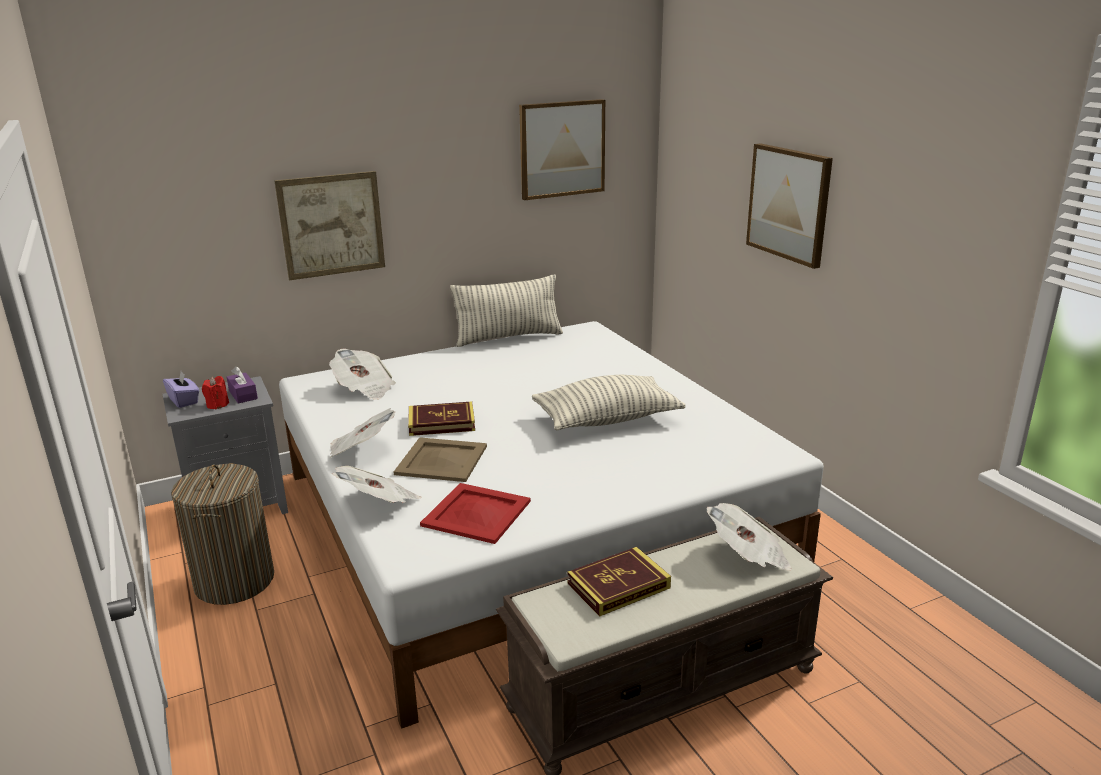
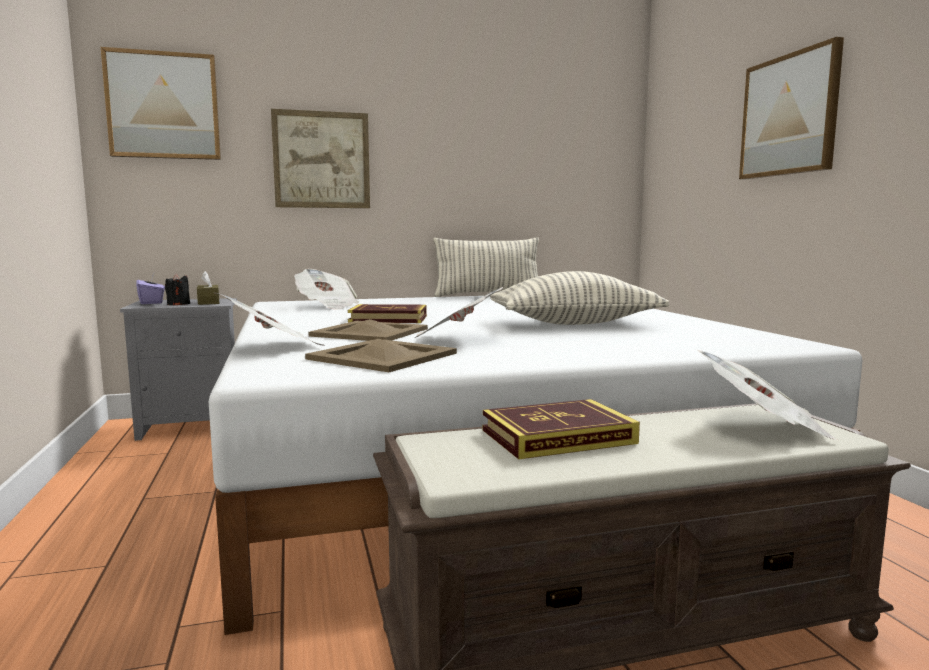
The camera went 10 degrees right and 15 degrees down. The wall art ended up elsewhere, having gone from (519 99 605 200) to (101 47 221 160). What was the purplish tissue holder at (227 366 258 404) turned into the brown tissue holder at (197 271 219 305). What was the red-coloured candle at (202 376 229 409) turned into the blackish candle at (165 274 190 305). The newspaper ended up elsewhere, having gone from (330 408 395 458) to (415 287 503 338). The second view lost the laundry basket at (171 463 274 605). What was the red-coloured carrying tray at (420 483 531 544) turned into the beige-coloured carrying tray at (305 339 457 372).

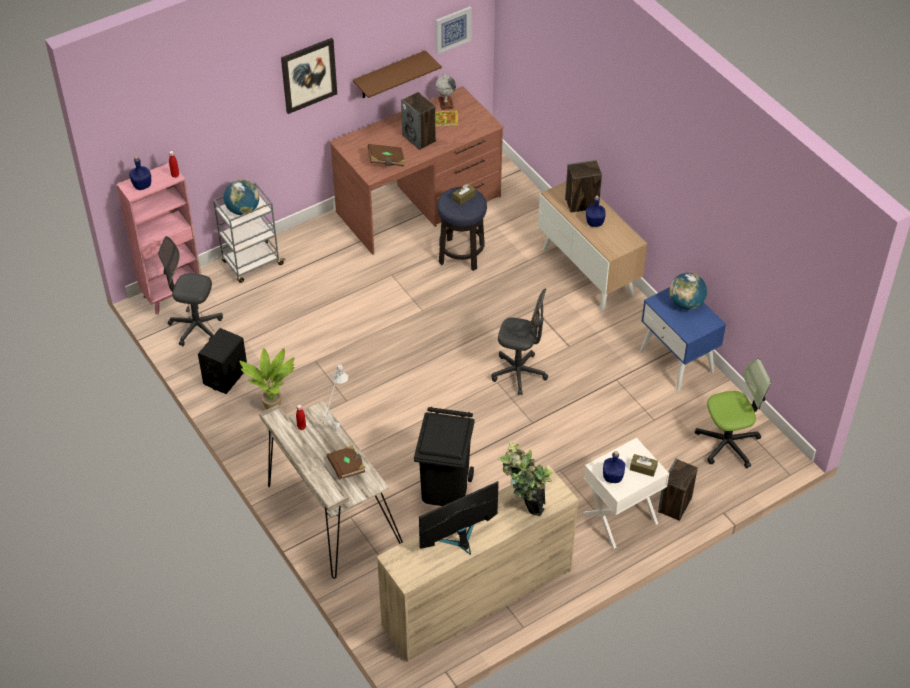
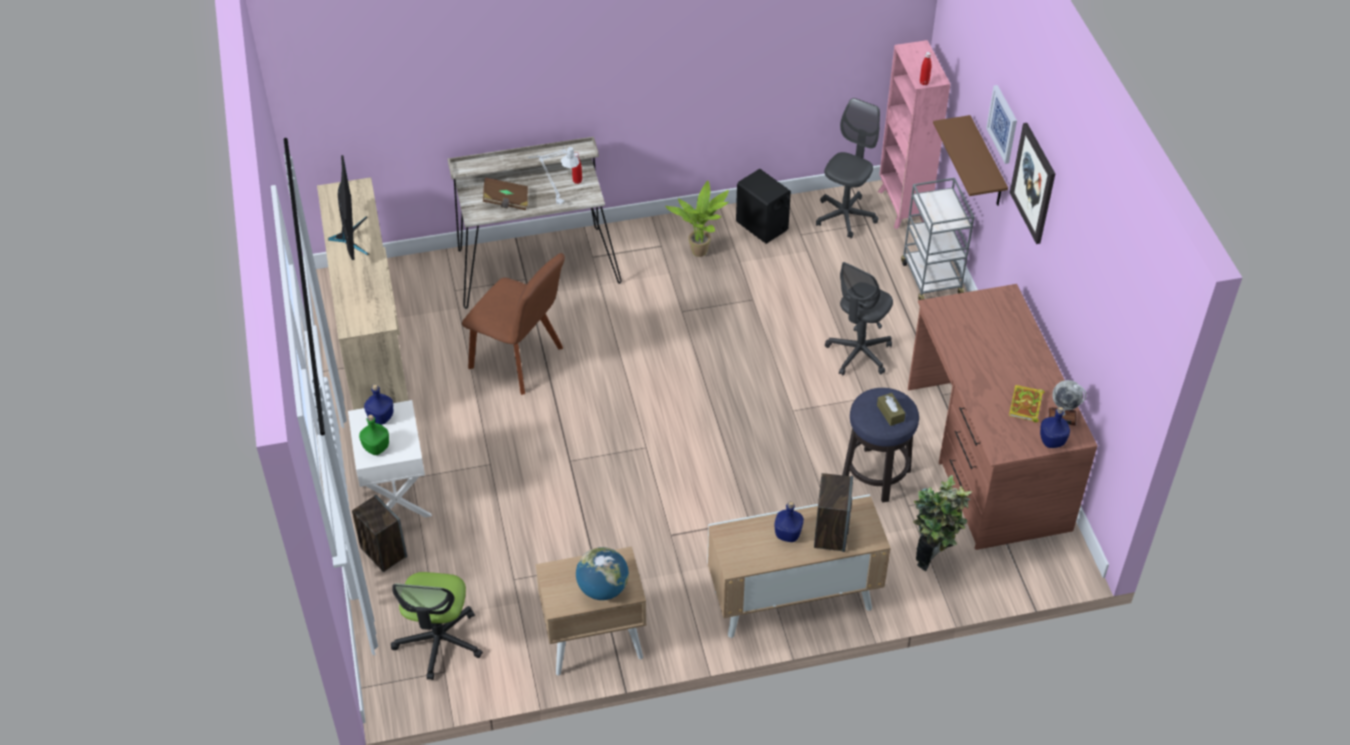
The camera went 110 degrees right and 0 degrees up. The wall art ended up elsewhere, having gone from (435 6 472 55) to (986 85 1017 164). The brown wall shelf ended up elsewhere, having gone from (353 50 442 98) to (933 115 1008 206). The second view lost the audio speaker at (401 92 436 150). The second view lost the brown bound book at (367 144 406 166). The blue bottle ended up elsewhere, having gone from (129 156 151 190) to (1040 407 1070 448). The second view lost the world globe at (224 180 259 215). What was the blue nightstand at (640 287 726 391) turned into the beige-coloured nightstand at (535 547 647 676). The gray desk chair ended up elsewhere, having gone from (492 289 548 395) to (825 262 893 376). Where the blackish trash can stood at (414 407 475 506), the brown plain chair came to stand at (462 253 565 395). The plant in a pot ended up elsewhere, having gone from (498 441 552 516) to (913 475 972 571). Where the brown tissue holder stood at (630 454 658 477), the green bottle came to stand at (359 414 389 455).

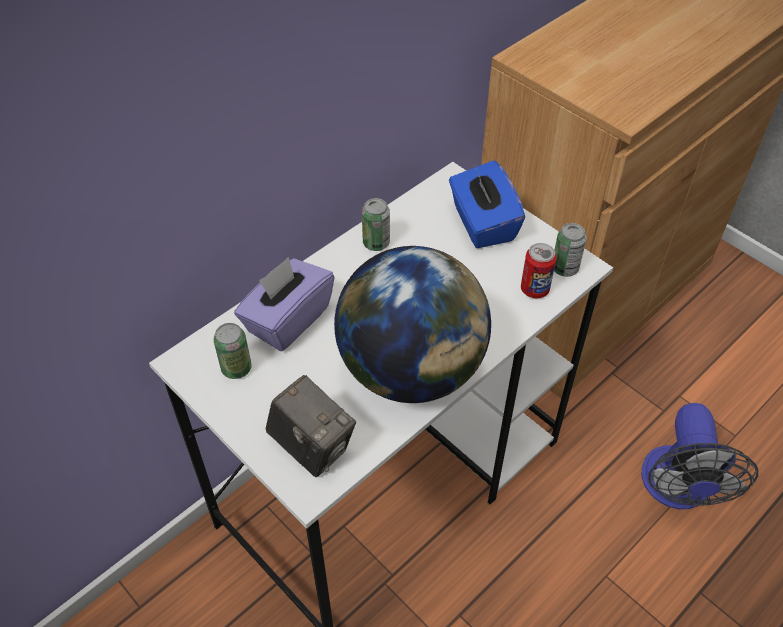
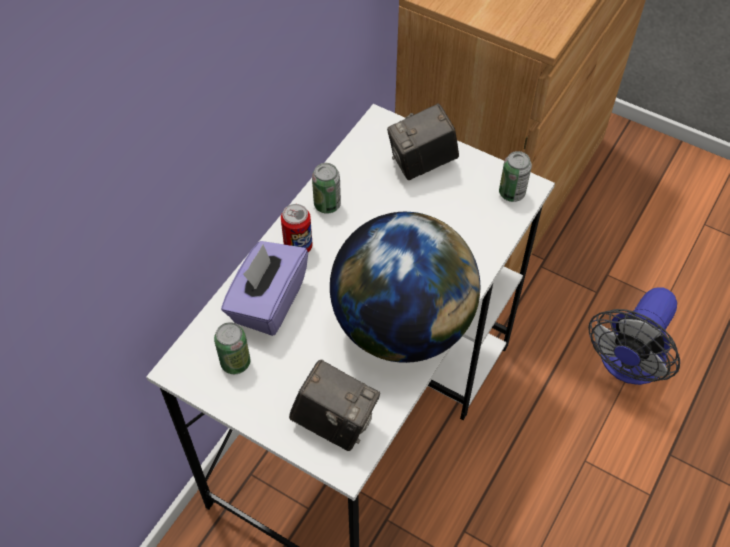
The camera went 15 degrees left and 5 degrees up. Where the blue tissue holder stood at (449 160 525 248), the still camera came to stand at (387 104 459 180). The can ended up elsewhere, having gone from (521 243 557 298) to (281 204 313 252). The fan at (641 403 758 509) ended up facing another way, 45 degrees clockwise from before.

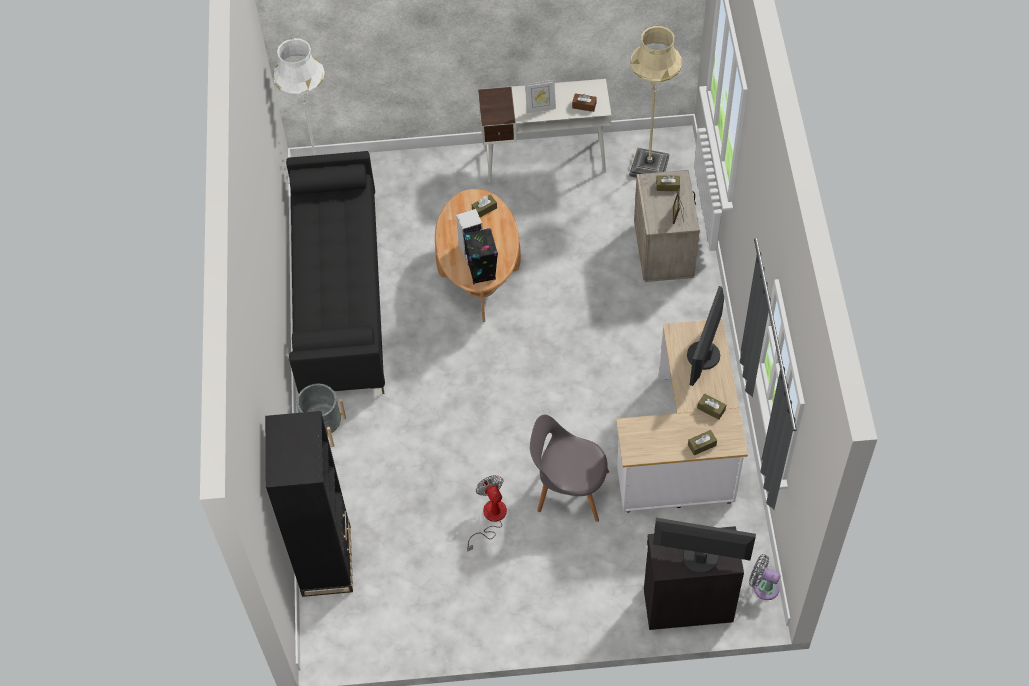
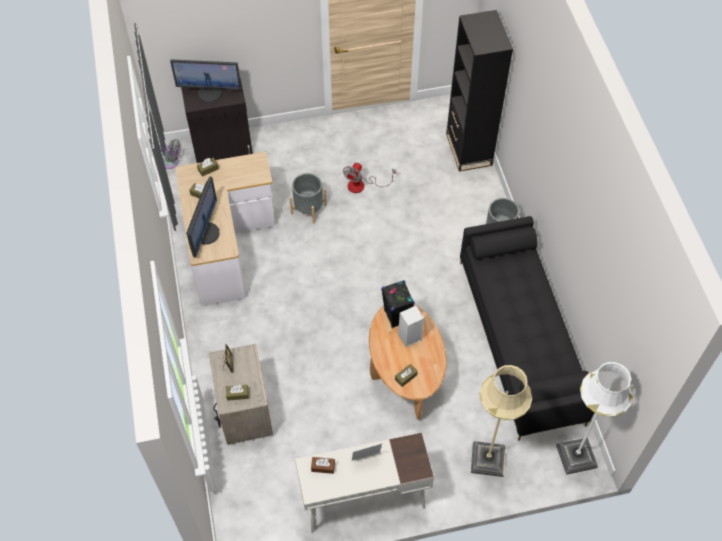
The camera went 170 degrees right and 0 degrees up. The beige-coloured standard lamp ended up elsewhere, having gone from (629 26 682 178) to (471 365 532 477). Where the gray plain chair stood at (530 415 609 522), the gray planter came to stand at (289 173 327 224). The fan at (467 475 507 552) ended up facing another way, 60 degrees clockwise from before.

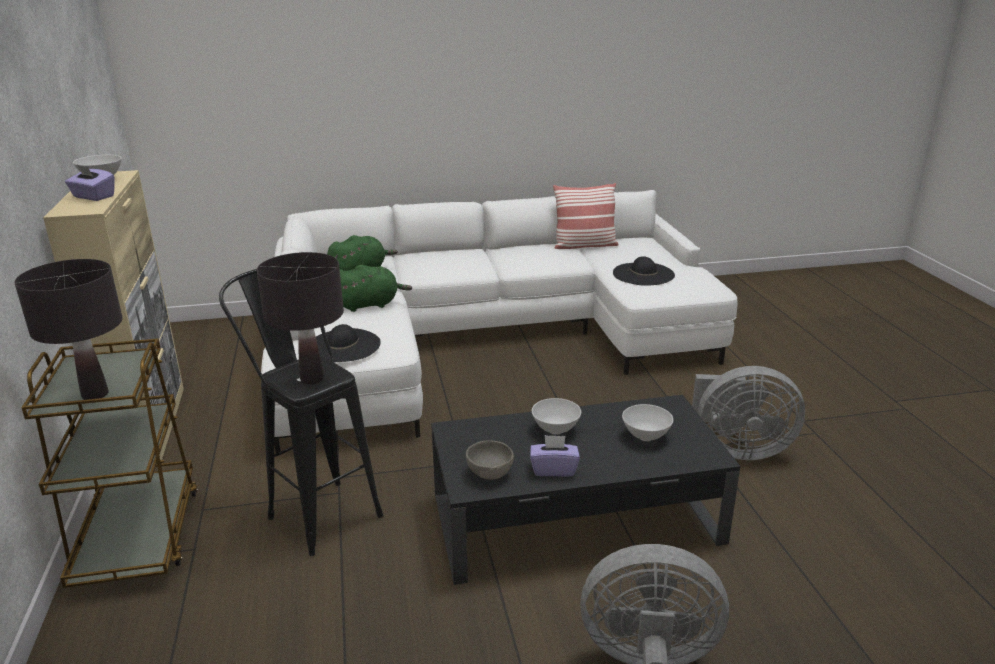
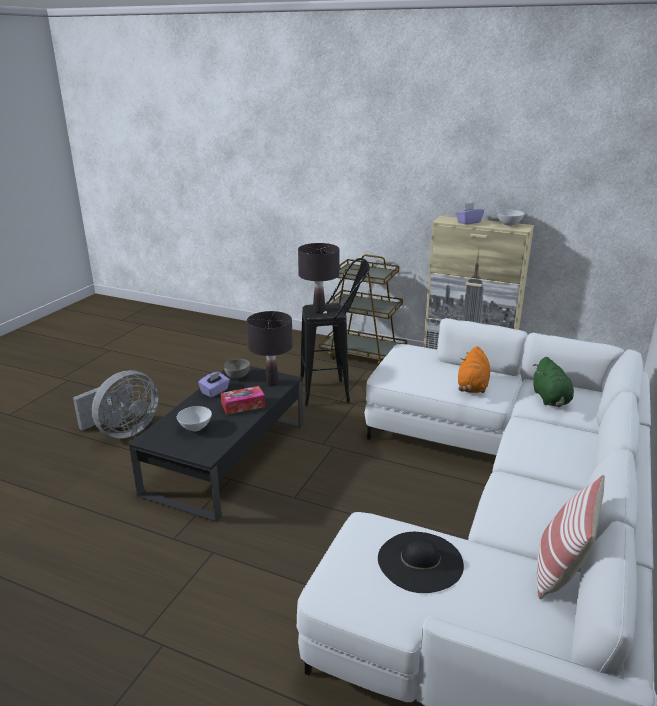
The camera went 125 degrees right and 0 degrees up. The blackish table lamp ended up elsewhere, having gone from (15 259 123 400) to (247 311 293 386). What was the green plush toy at (340 265 412 312) turned into the orange plush toy at (458 346 490 393). The second view lost the blackish wearable hat at (316 324 381 362). The second view lost the gray fan at (692 366 805 460). Where the white-coloured serving bowl stood at (532 398 581 435), the tissue holder came to stand at (221 386 265 415).

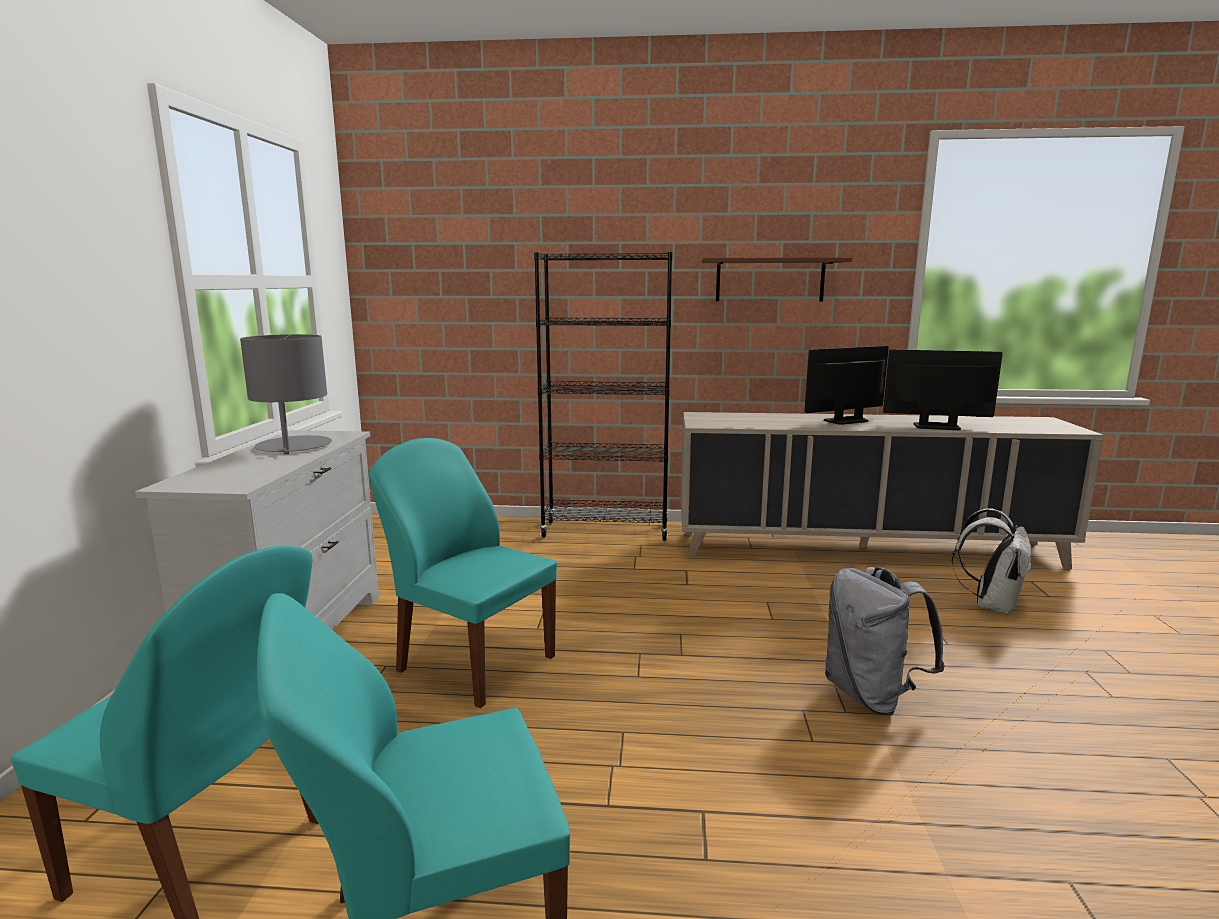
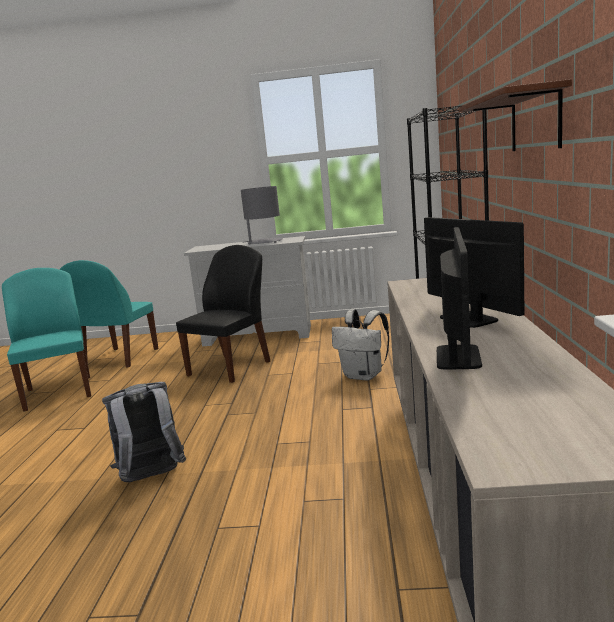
The camera went 90 degrees right and 0 degrees up. What was the blue-green plain chair at (369 438 557 708) turned into the blackish plain chair at (176 245 270 383). The white-coloured backpack ended up elsewhere, having gone from (952 508 1032 615) to (332 309 389 381).

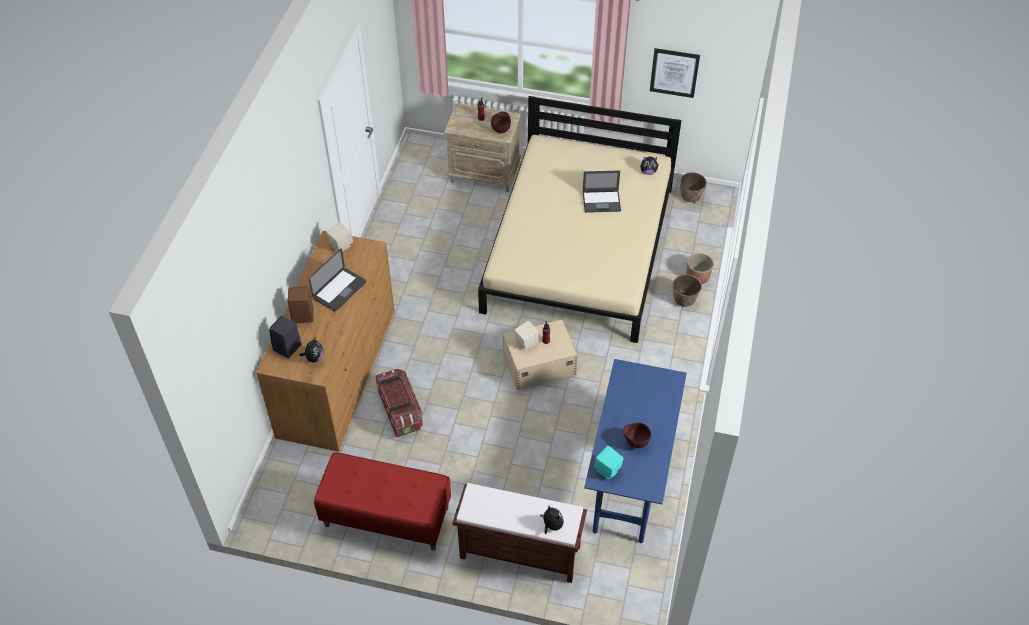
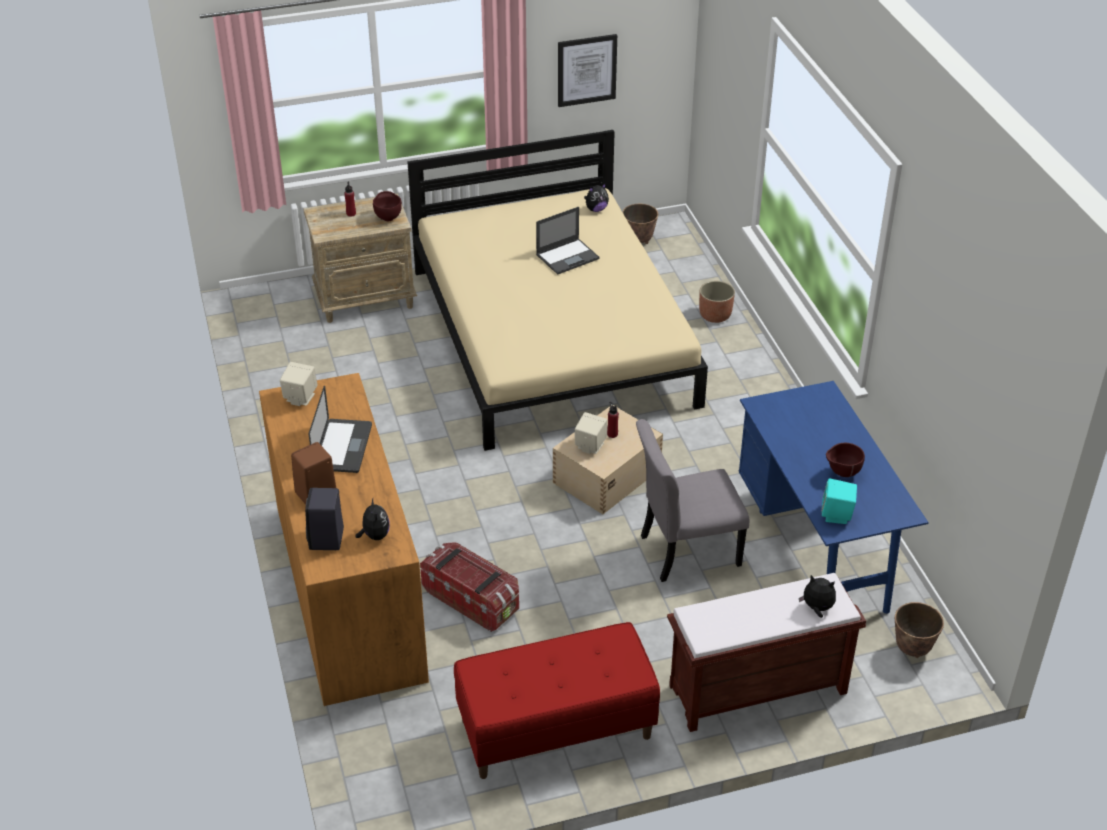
The camera went 30 degrees left and 10 degrees down. The planter ended up elsewhere, having gone from (673 274 702 307) to (895 602 944 658). The second view gained the gray plain chair at (636 419 749 582).

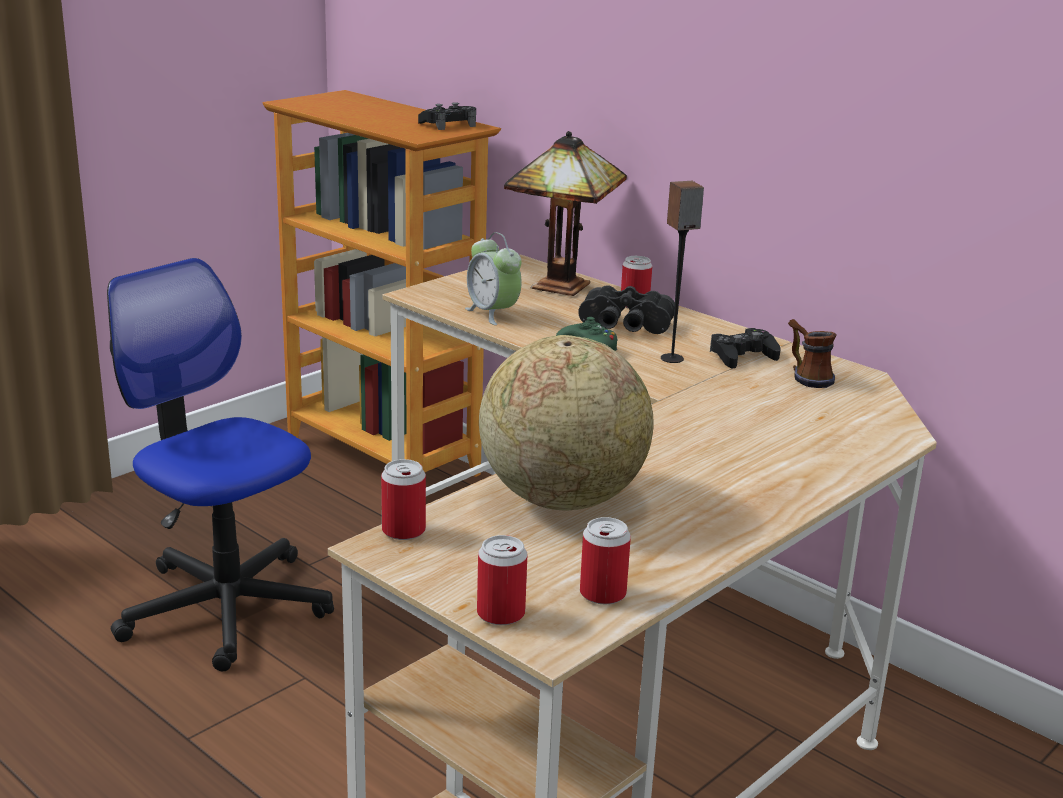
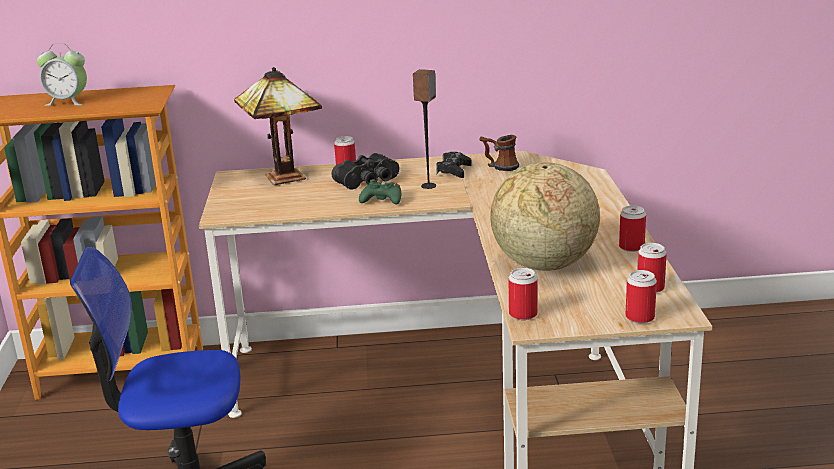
The camera went 45 degrees left and 0 degrees up. The second view lost the blackish game controller at (418 102 476 130). The alarm clock ended up elsewhere, having gone from (465 232 521 325) to (37 43 87 106). The second view gained the can at (619 206 646 252).

